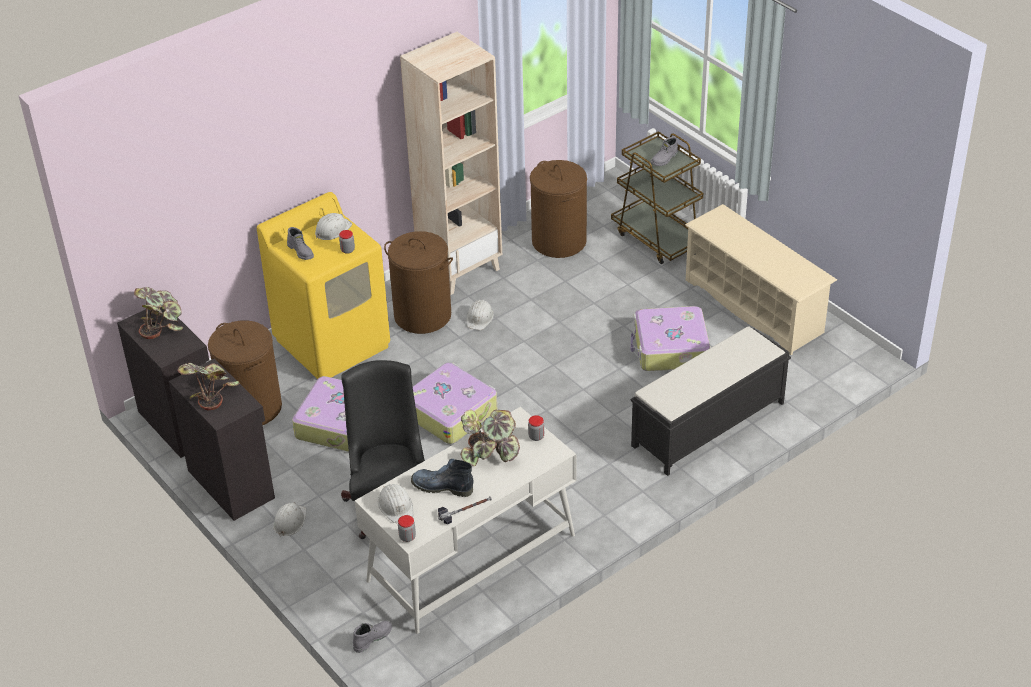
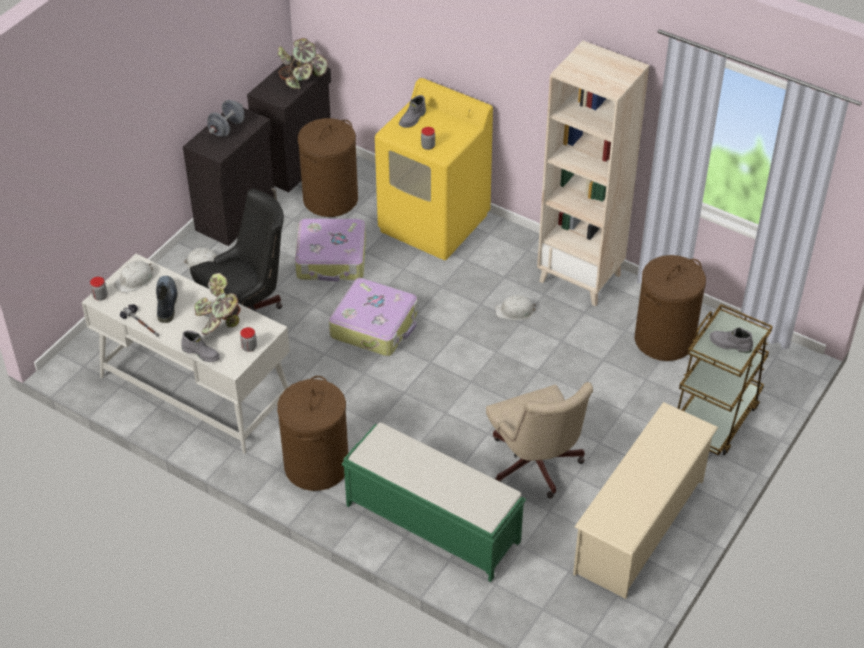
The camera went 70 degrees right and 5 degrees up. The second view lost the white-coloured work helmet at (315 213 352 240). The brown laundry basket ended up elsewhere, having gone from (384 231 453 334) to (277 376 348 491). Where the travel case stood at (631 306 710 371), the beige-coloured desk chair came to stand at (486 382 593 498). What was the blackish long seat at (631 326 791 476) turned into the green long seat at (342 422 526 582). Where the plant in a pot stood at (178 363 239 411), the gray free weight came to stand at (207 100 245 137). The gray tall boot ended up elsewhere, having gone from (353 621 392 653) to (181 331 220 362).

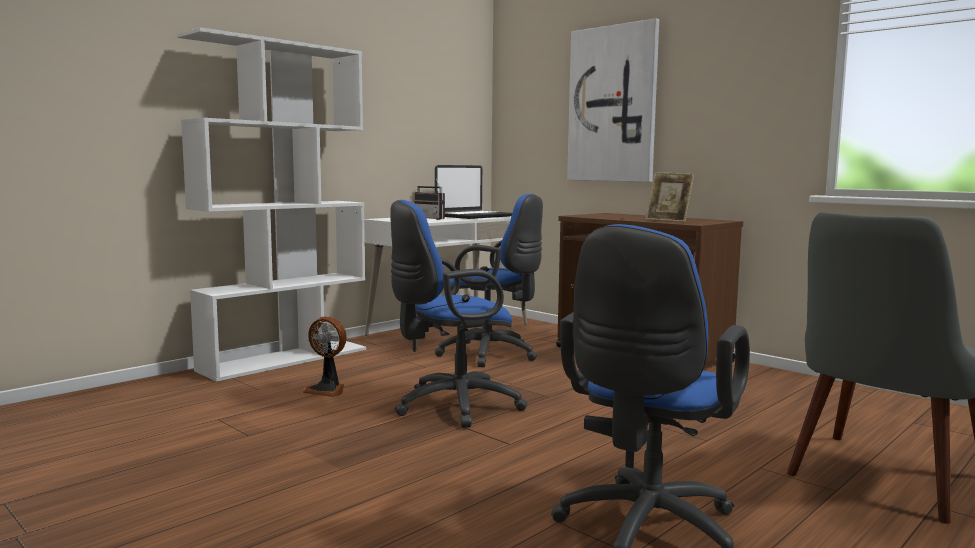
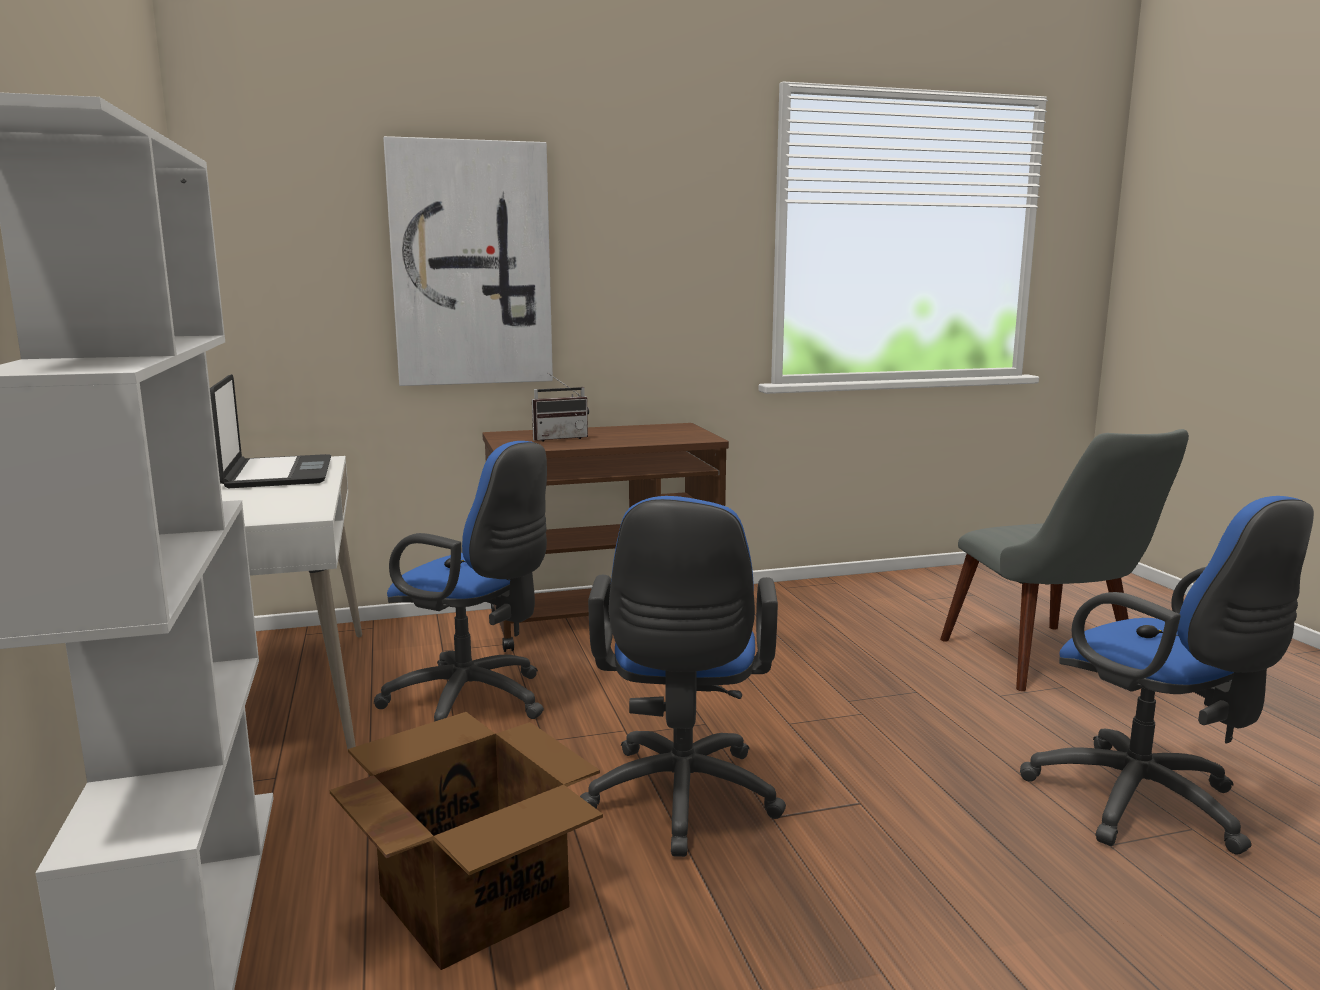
The camera went 60 degrees left and 5 degrees up. The second view lost the picture frame at (645 172 694 222). The radio receiver ended up elsewhere, having gone from (415 179 445 220) to (532 372 589 441). The blue desk chair at (435 194 543 367) ended up facing another way, 60 degrees clockwise from before. Where the fan stood at (302 316 347 397), the carton came to stand at (330 712 603 970).

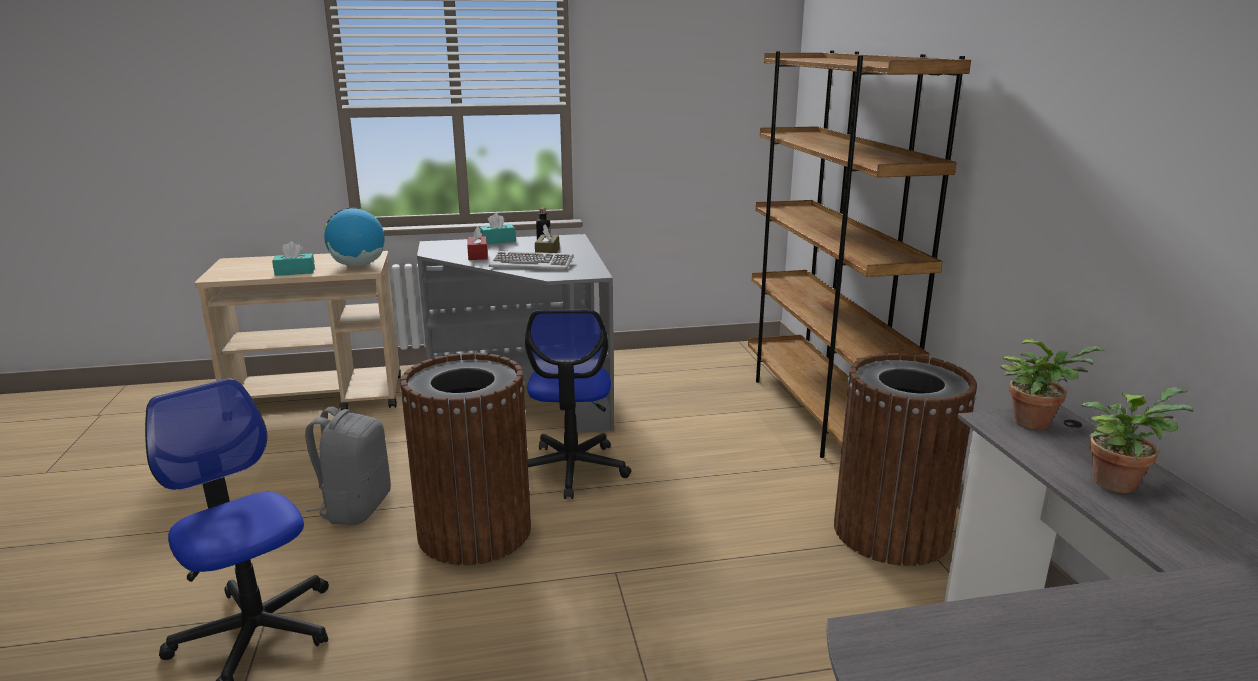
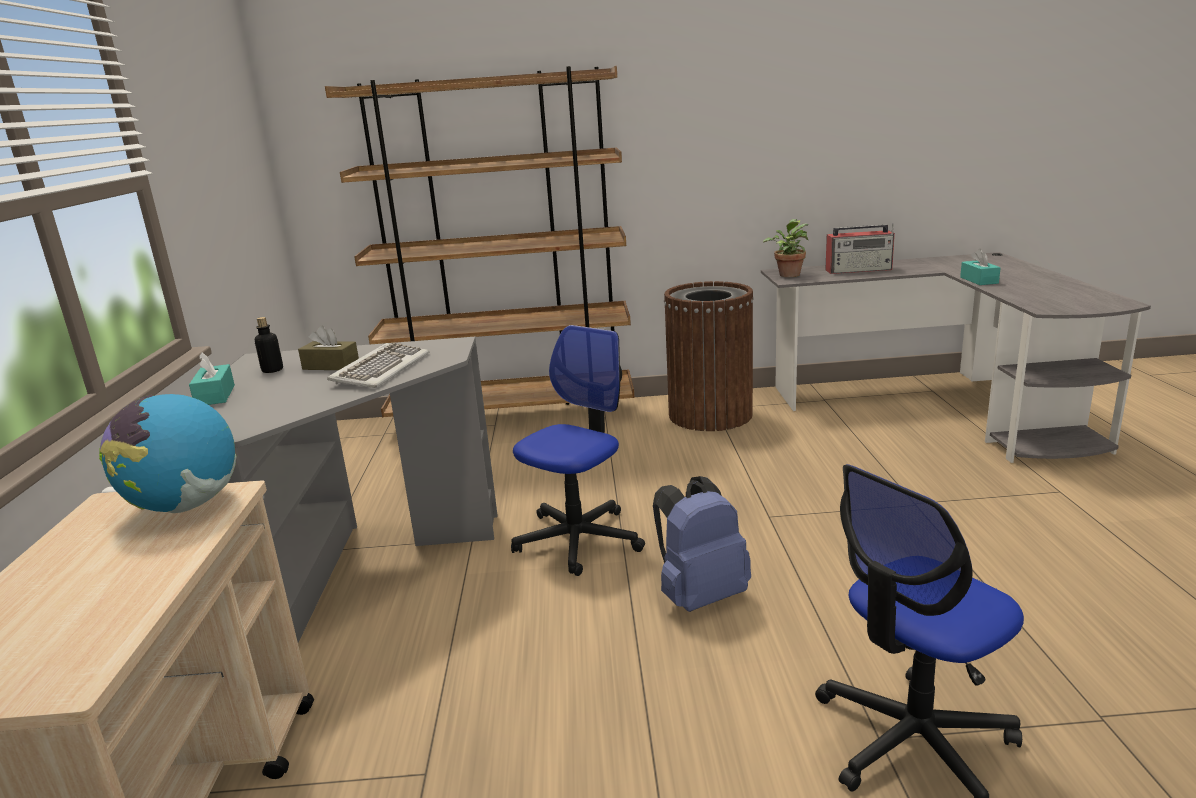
The camera went 80 degrees left and 0 degrees up. The second view lost the red-coloured tissue holder at (467 226 488 260). The blue-green tissue holder ended up elsewhere, having gone from (272 242 315 276) to (960 249 1001 285). The desk chair at (525 310 631 499) ended up facing another way, 60 degrees counterclockwise from before. Where the brown trash can stood at (400 353 531 565), the blue backpack came to stand at (653 476 751 612). Where the plant in a pot stood at (1081 387 1194 493), the radio receiver came to stand at (825 223 895 274). The second view lost the gray backpack at (305 407 391 525).

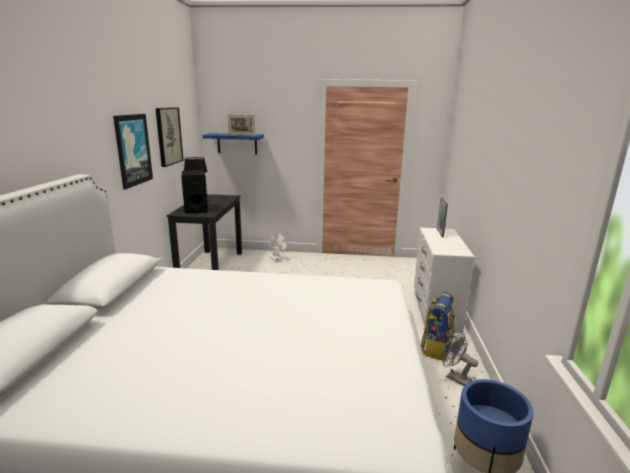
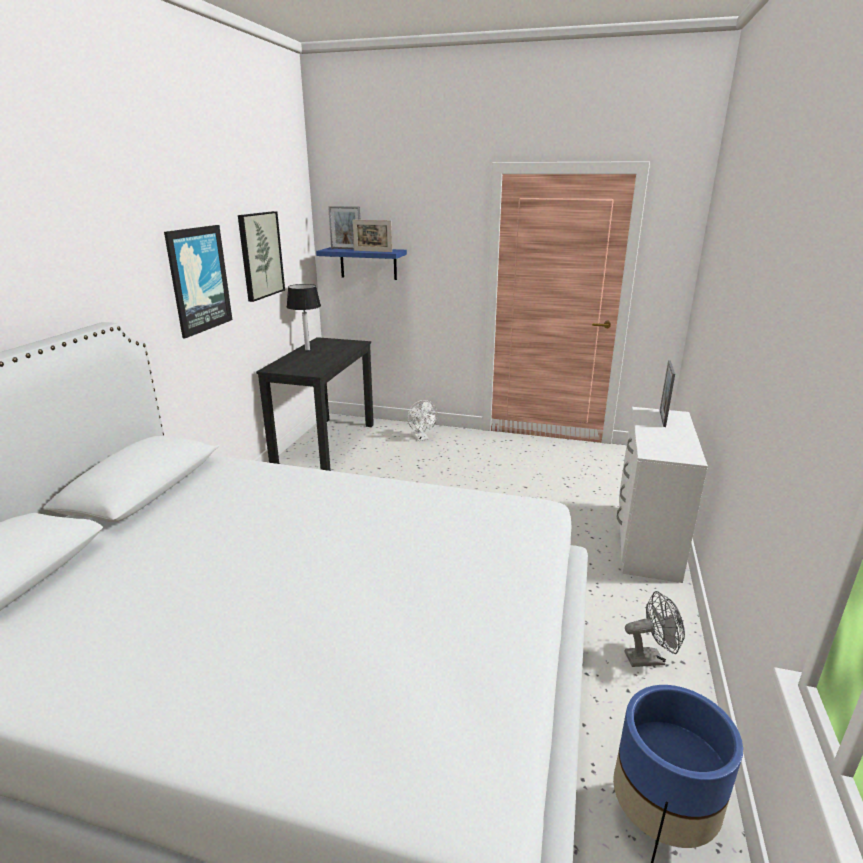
The camera went 10 degrees right and 5 degrees up. The second view lost the blackish audio speaker at (181 170 208 214). The second view lost the backpack at (421 292 455 360). The gray fan at (441 334 478 386) ended up facing another way, 120 degrees clockwise from before. The second view gained the picture frame at (328 206 360 249).

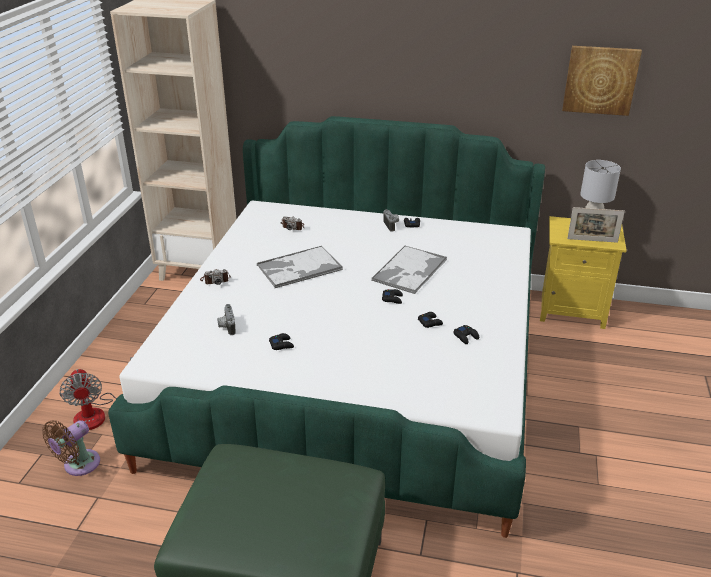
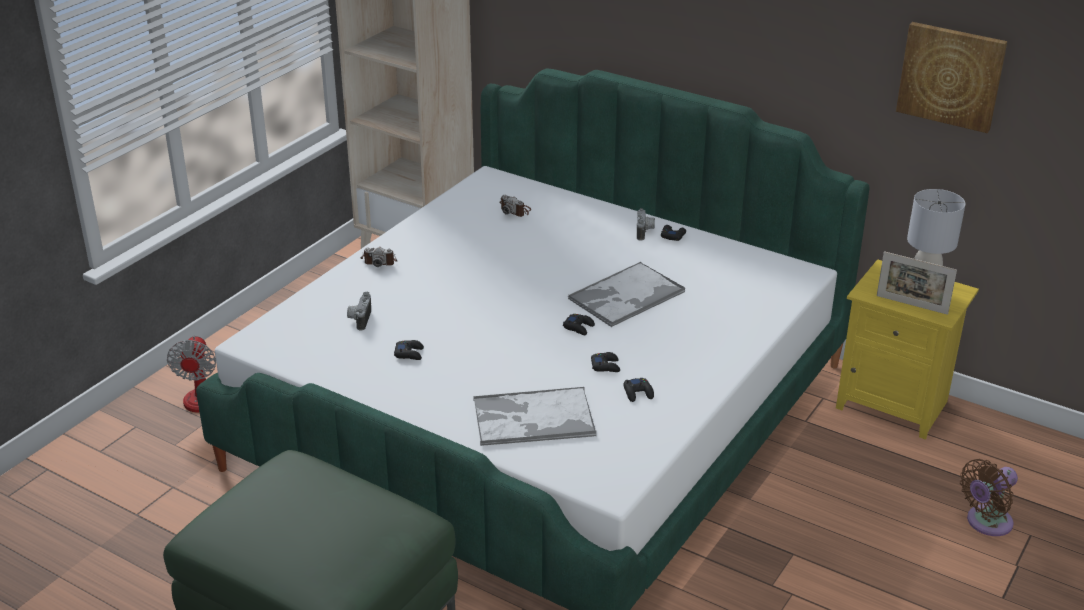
The camera went 20 degrees right and 0 degrees up. The carrying tray ended up elsewhere, having gone from (257 246 343 289) to (473 387 597 446). The brown fan ended up elsewhere, having gone from (42 420 100 476) to (960 459 1018 536).

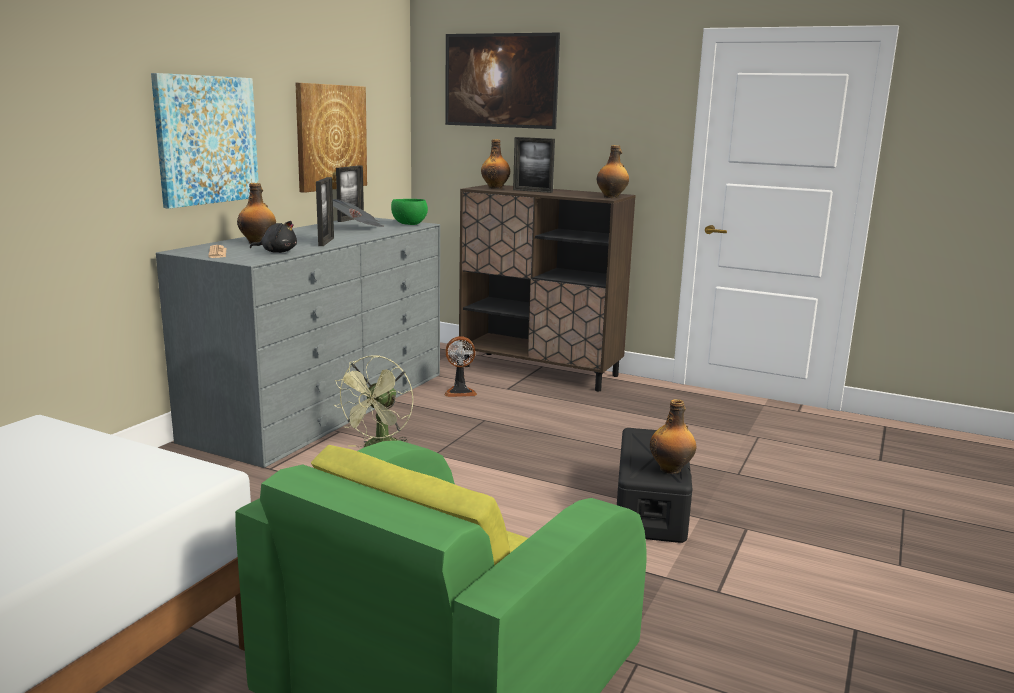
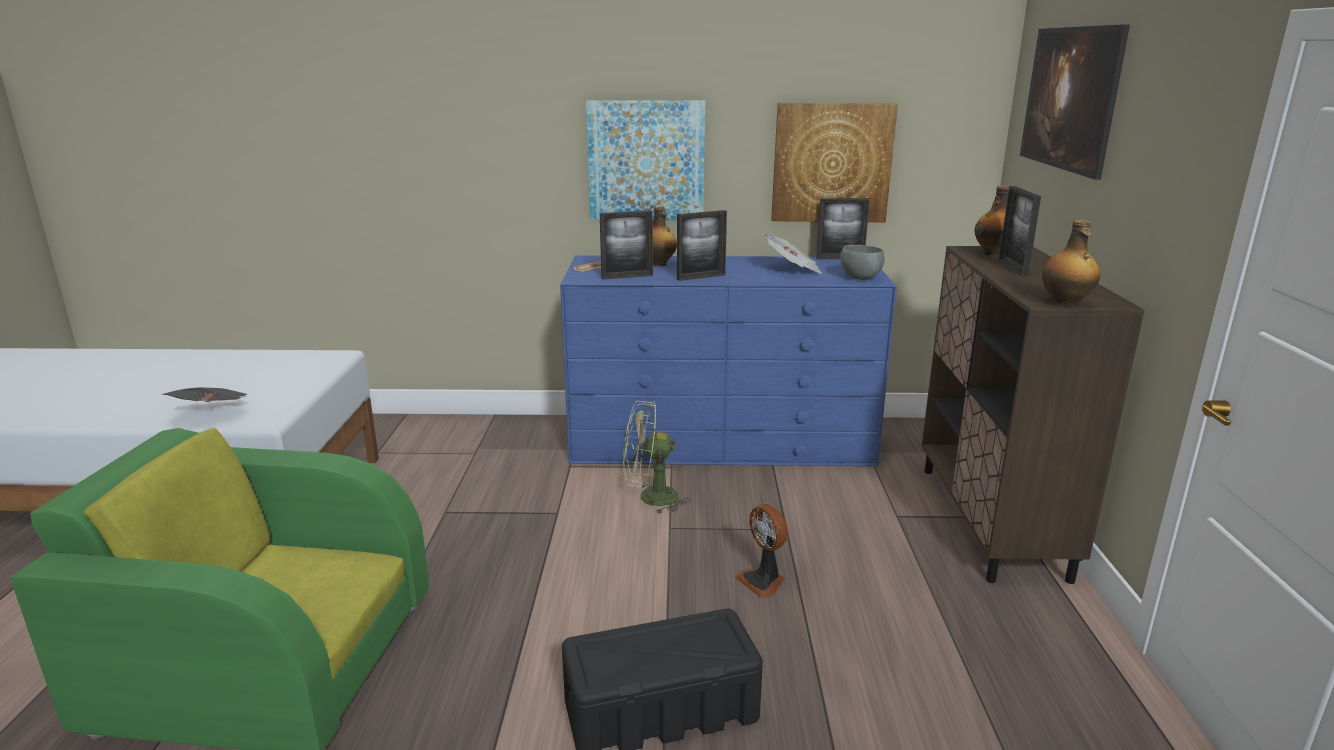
The camera went 65 degrees right and 5 degrees up. What was the green serving bowl at (391 199 428 225) turned into the gray serving bowl at (840 245 884 280). What was the gray drawer chest at (156 218 440 468) turned into the blue drawer chest at (560 255 897 466). Where the blackish plush toy stood at (250 221 297 253), the picture frame came to stand at (600 210 653 279). The fan ended up elsewhere, having gone from (444 336 477 397) to (735 504 788 598). The second view lost the bottle at (650 399 697 474). The second view gained the newspaper at (162 387 247 402).

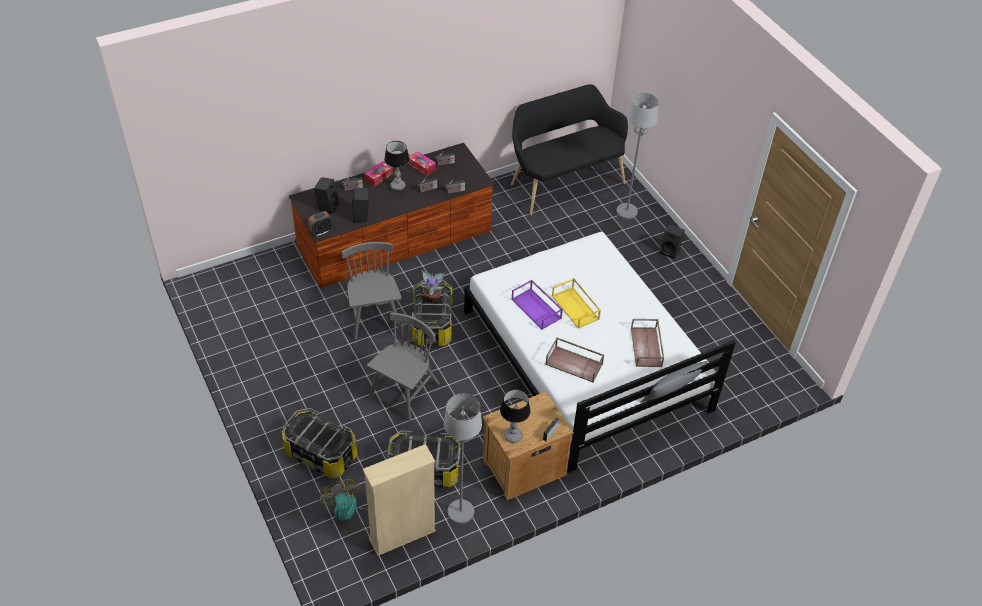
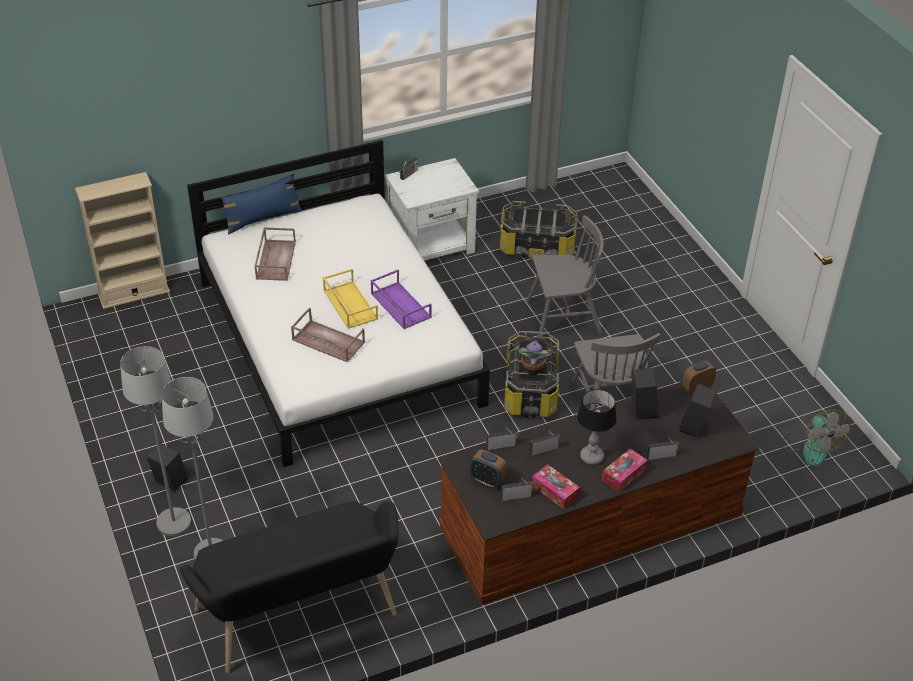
The camera went 175 degrees left and 5 degrees down. The gray plain chair at (367 312 440 421) ended up facing another way, 135 degrees counterclockwise from before. The brown carrying tray ended up elsewhere, having gone from (545 337 604 382) to (291 307 365 363). What was the gray pillow at (641 361 708 403) turned into the blue pillow at (220 173 303 235). The second view lost the table lamp at (500 389 531 443). What was the brown nightstand at (482 392 574 500) turned into the white-coloured nightstand at (385 158 479 261). The gray standard lamp ended up elsewhere, having gone from (444 394 482 524) to (120 346 191 536). The second view lost the storage container at (282 408 357 478). The beige-coloured bookshelf ended up elsewhere, having gone from (363 444 436 556) to (75 172 170 309). The fan ended up elsewhere, having gone from (319 480 369 533) to (781 409 851 467). The second view gained the alarm clock at (470 449 507 488).

